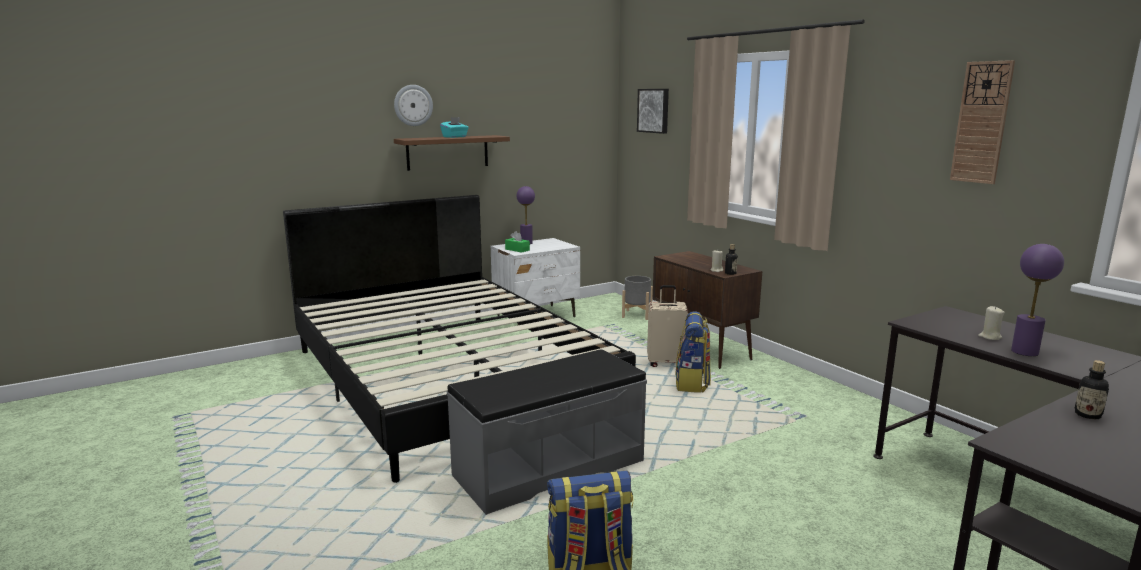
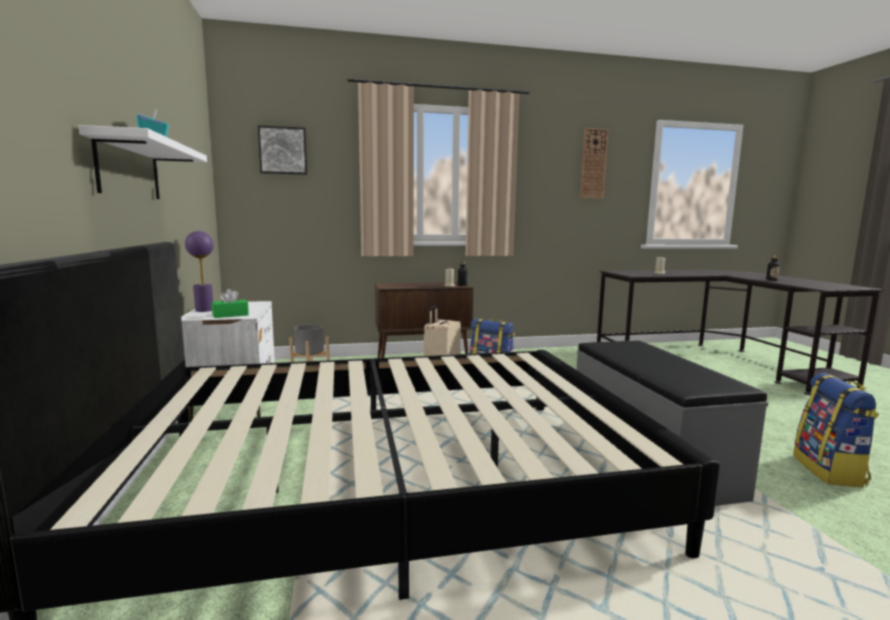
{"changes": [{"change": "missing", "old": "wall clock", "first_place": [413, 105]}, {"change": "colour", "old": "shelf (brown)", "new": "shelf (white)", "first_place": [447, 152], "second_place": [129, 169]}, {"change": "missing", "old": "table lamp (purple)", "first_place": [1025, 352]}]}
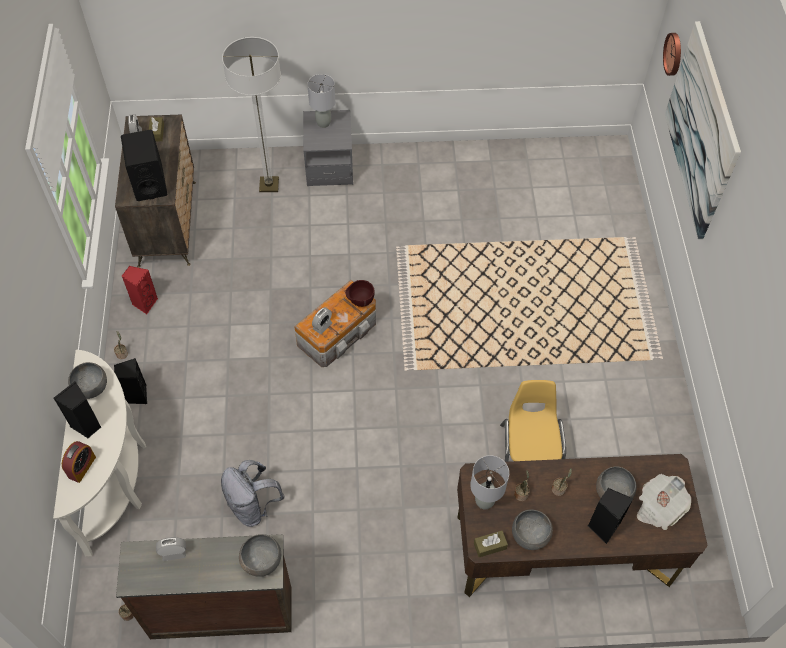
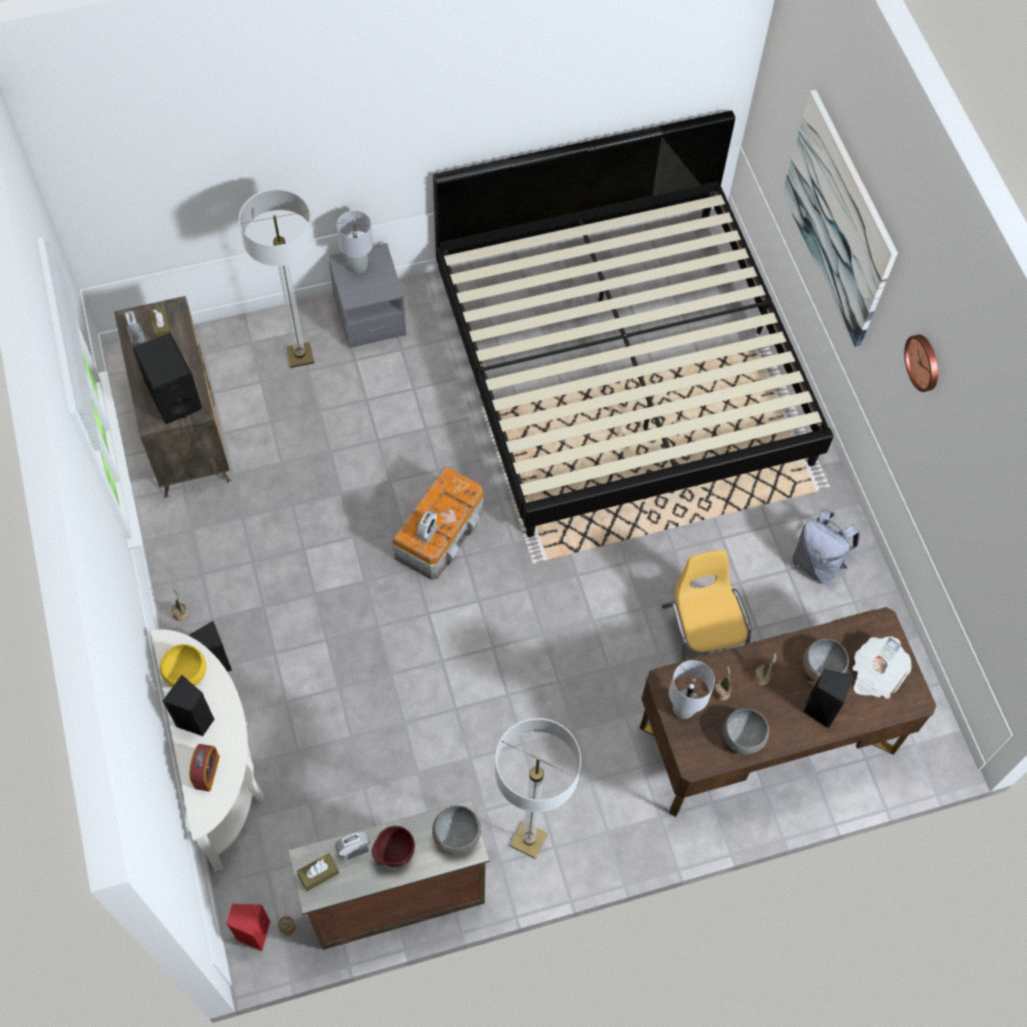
{"changes": [{"change": "colour", "old": "bowl (grey)", "new": "bowl (yellow)", "first_place": [91, 387], "second_place": [186, 673]}, {"change": "relocated", "old": "speaker (red)", "first_place": [144, 303], "second_place": [253, 933]}, {"change": "relocated", "old": "backpack (grey)", "first_place": [253, 506], "second_place": [817, 562]}, {"change": "relocated", "old": "bowl (brown)", "first_place": [360, 301], "second_place": [394, 853]}, {"change": "relocated", "old": "tissue box (brown)", "first_place": [490, 546], "second_place": [318, 874]}, {"change": "relocated", "old": "wall clock", "first_place": [674, 54], "second_place": [924, 362]}, {"change": "appeared", "new": "bed", "second_place": [622, 365]}, {"change": "appeared", "new": "floor lamp", "second_place": [528, 840]}]}
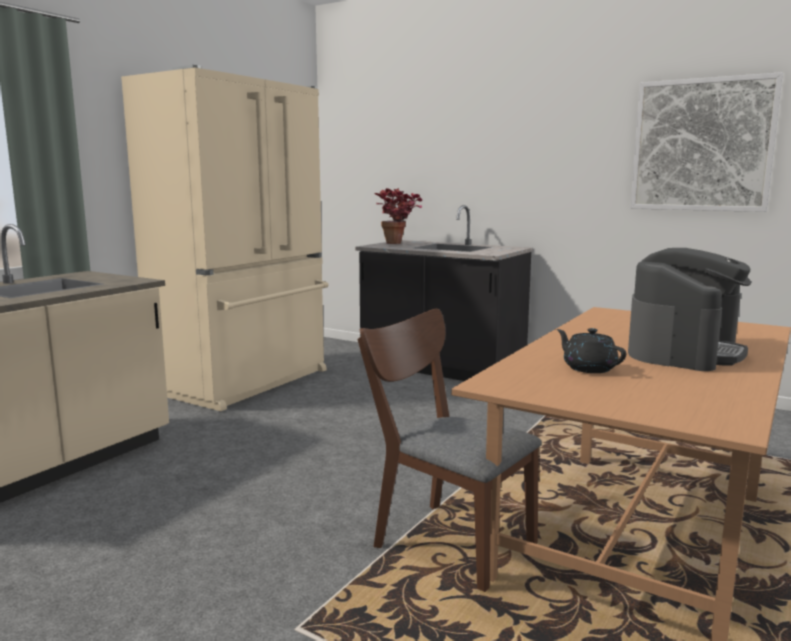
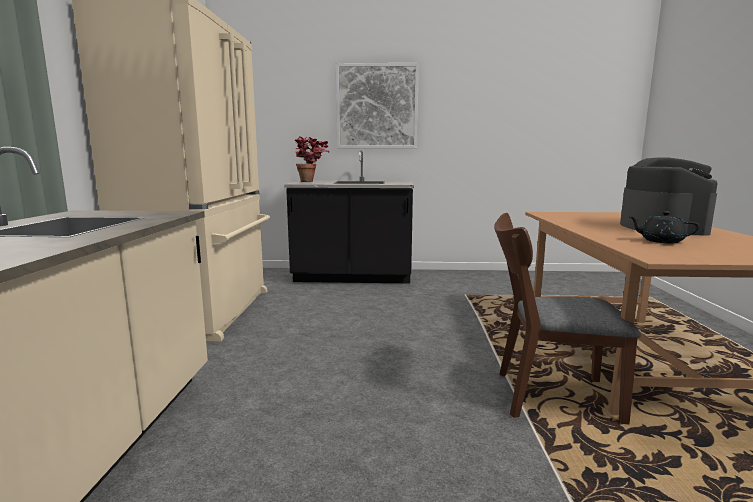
{"changes": [{"change": "relocated", "old": "picture", "first_place": [702, 145], "second_place": [377, 106]}]}
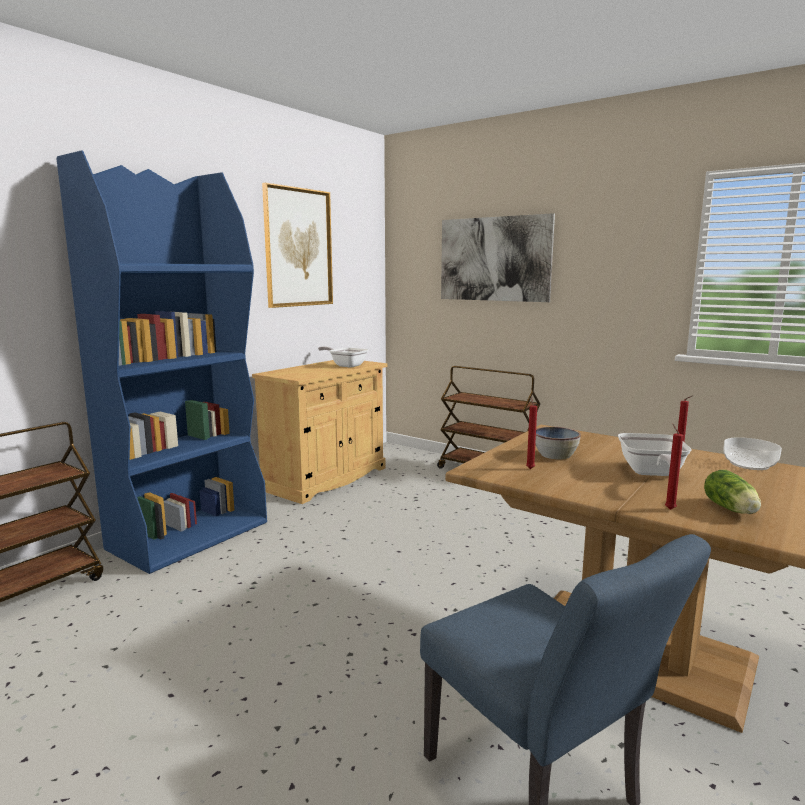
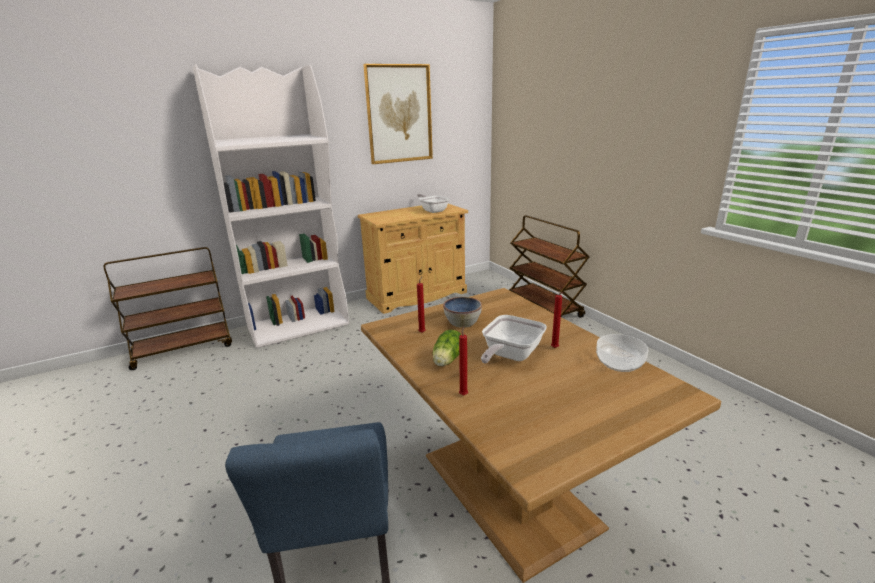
{"changes": [{"change": "colour", "old": "bookcase (blue)", "new": "bookcase (white)", "first_place": [190, 535], "second_place": [299, 325]}, {"change": "missing", "old": "picture", "first_place": [494, 259]}, {"change": "relocated", "old": "lettuce", "first_place": [732, 510], "second_place": [447, 360]}]}
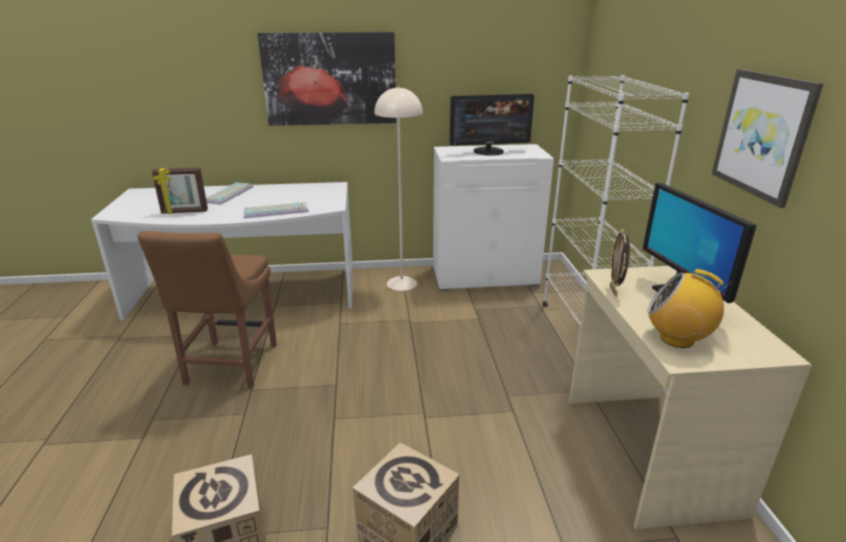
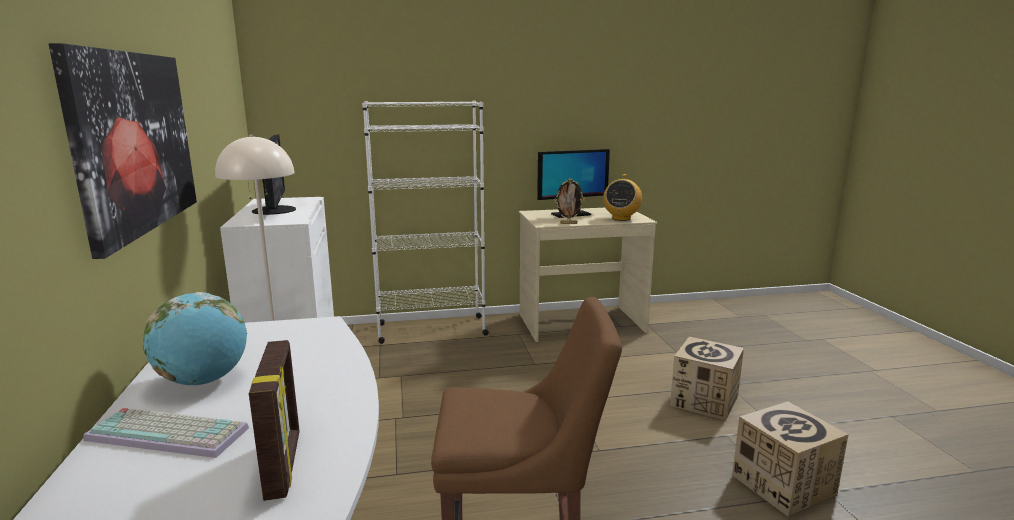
{"changes": [{"change": "missing", "old": "keyboard", "first_place": [276, 211]}, {"change": "missing", "old": "picture", "first_place": [763, 135]}, {"change": "appeared", "new": "globe", "second_place": [204, 381]}]}
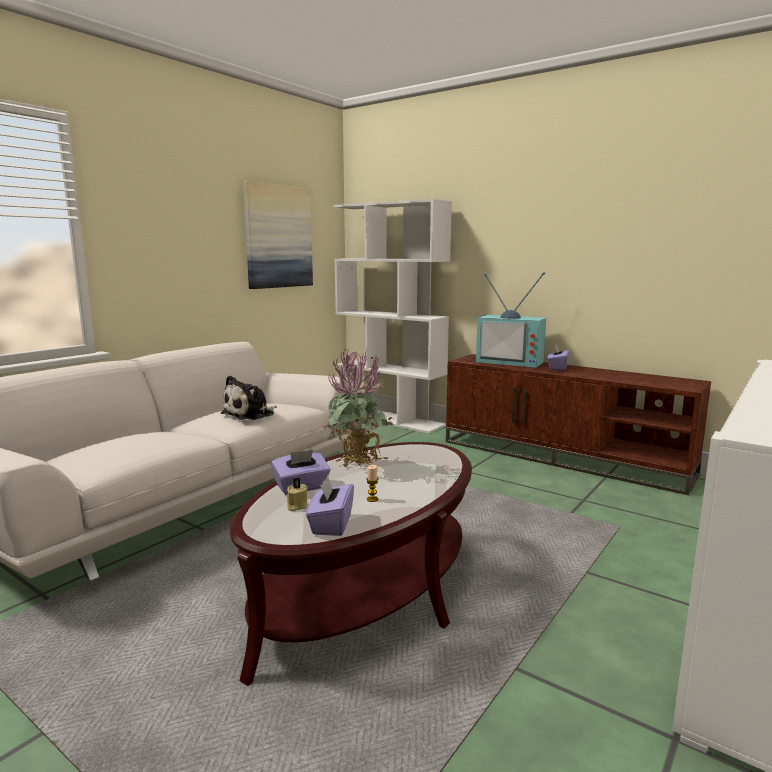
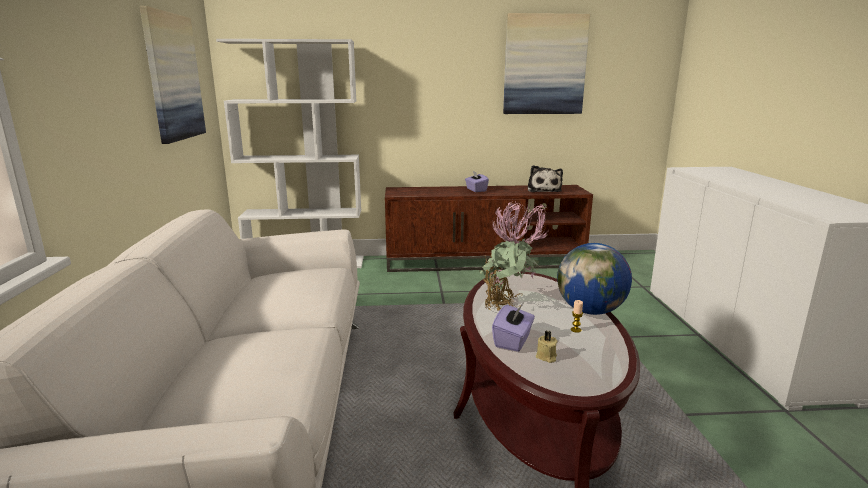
{"changes": [{"change": "relocated", "old": "plush toy", "first_place": [251, 414], "second_place": [543, 190]}, {"change": "missing", "old": "tissue box (purple)", "first_place": [331, 524]}, {"change": "missing", "old": "television", "first_place": [511, 362]}, {"change": "appeared", "new": "picture", "second_place": [544, 65]}, {"change": "appeared", "new": "globe", "second_place": [590, 311]}]}
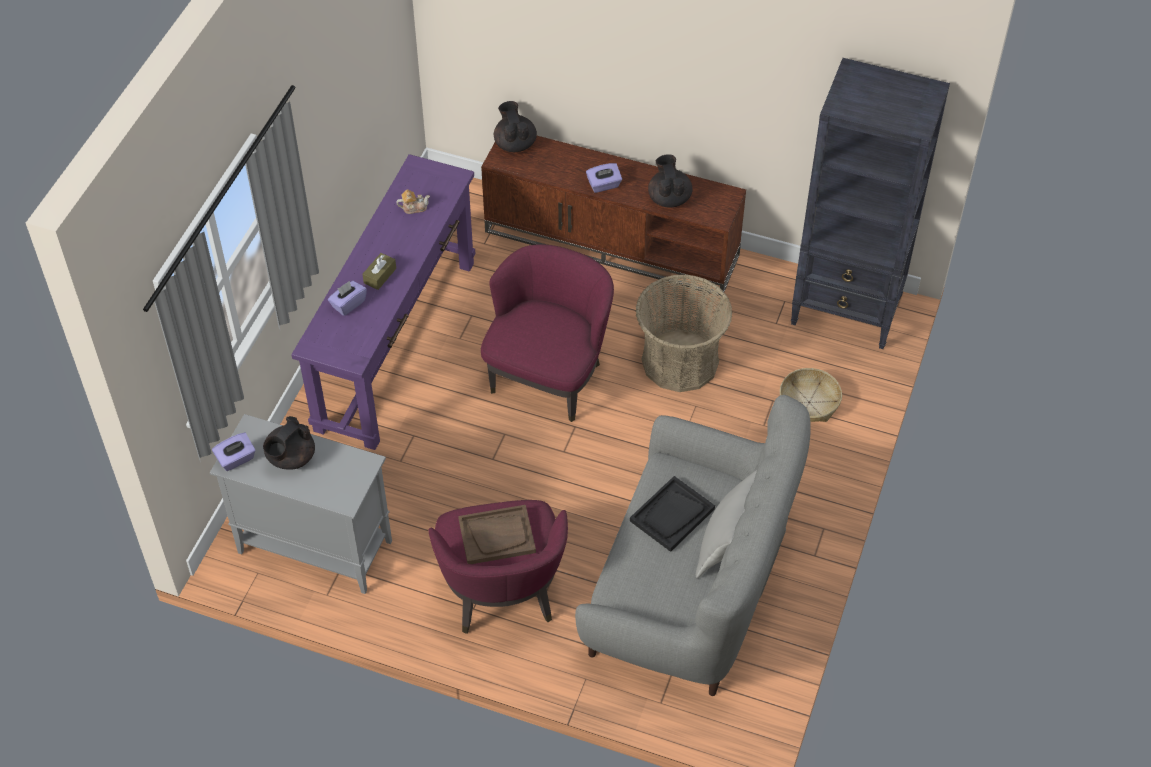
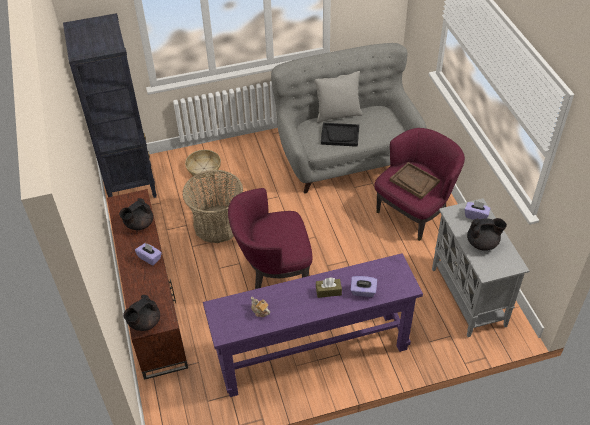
{"changes": [{"change": "relocated", "old": "tissue box (purple)", "first_place": [236, 459], "second_place": [476, 216]}]}
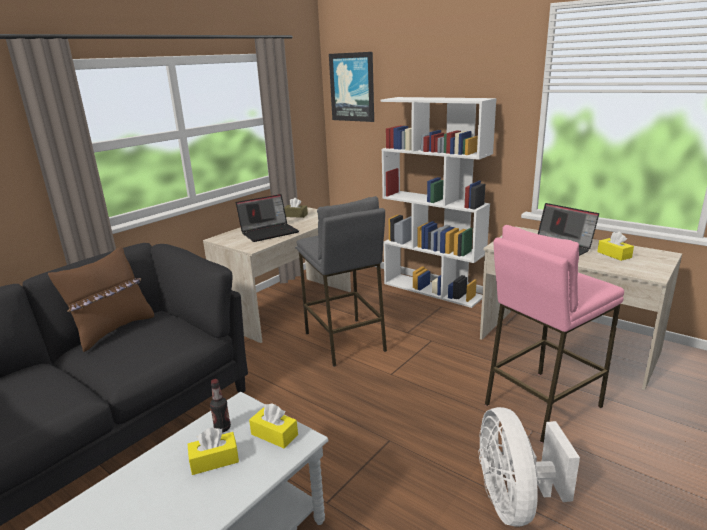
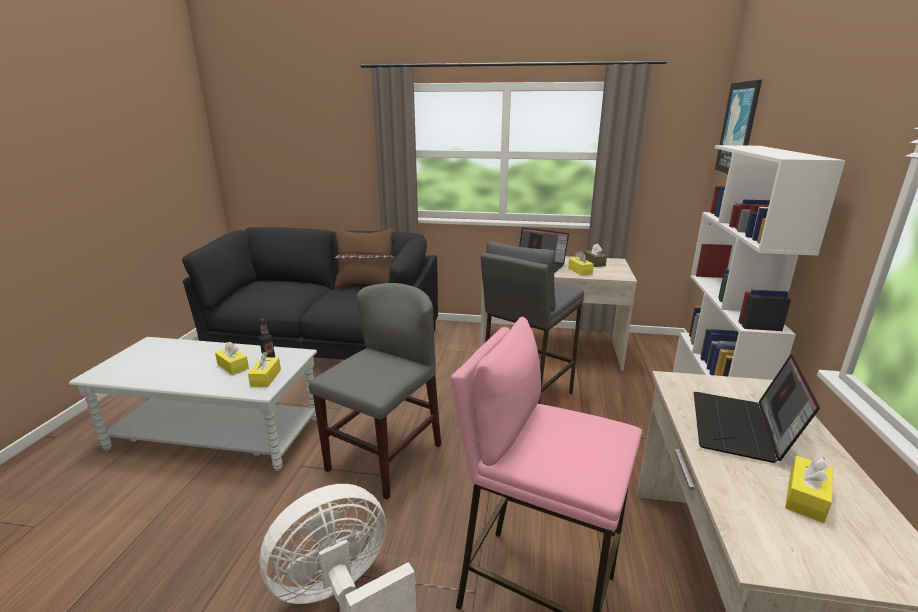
{"changes": [{"change": "appeared", "new": "chair (grey)", "second_place": [384, 457]}, {"change": "appeared", "new": "tissue box (yellow)", "second_place": [580, 271]}]}
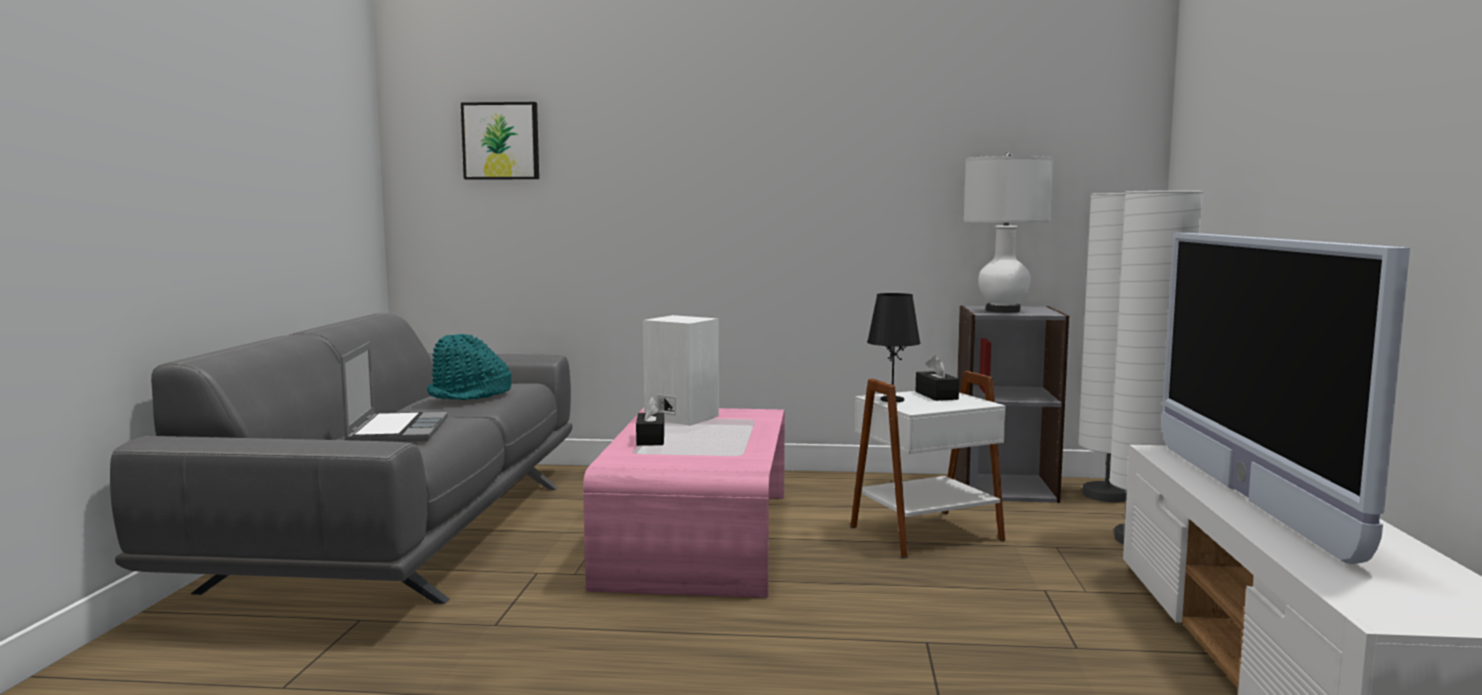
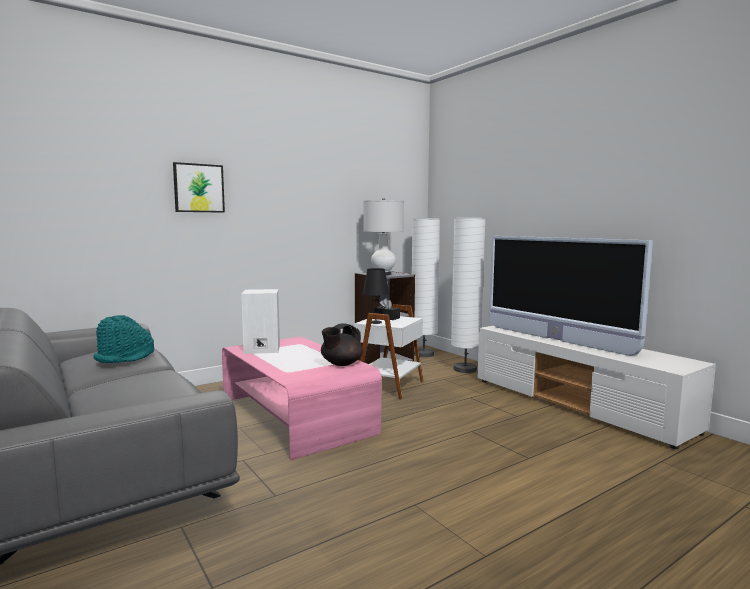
{"changes": [{"change": "missing", "old": "laptop", "first_place": [397, 430]}, {"change": "relocated", "old": "picture", "first_place": [501, 141], "second_place": [198, 188]}, {"change": "missing", "old": "tissue box (black)", "first_place": [650, 439]}, {"change": "appeared", "new": "teapot (black)", "second_place": [341, 364]}]}
